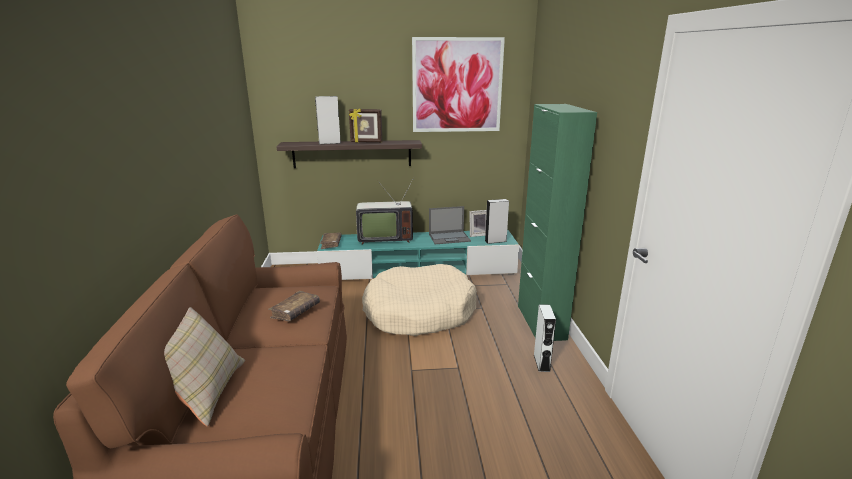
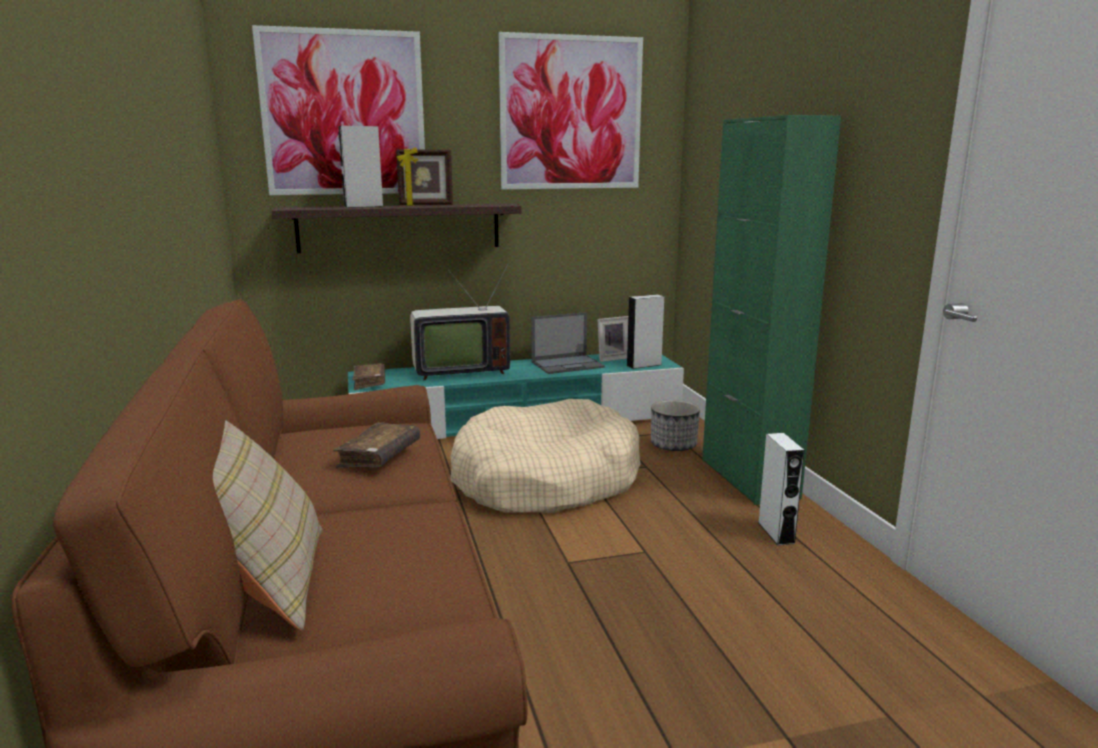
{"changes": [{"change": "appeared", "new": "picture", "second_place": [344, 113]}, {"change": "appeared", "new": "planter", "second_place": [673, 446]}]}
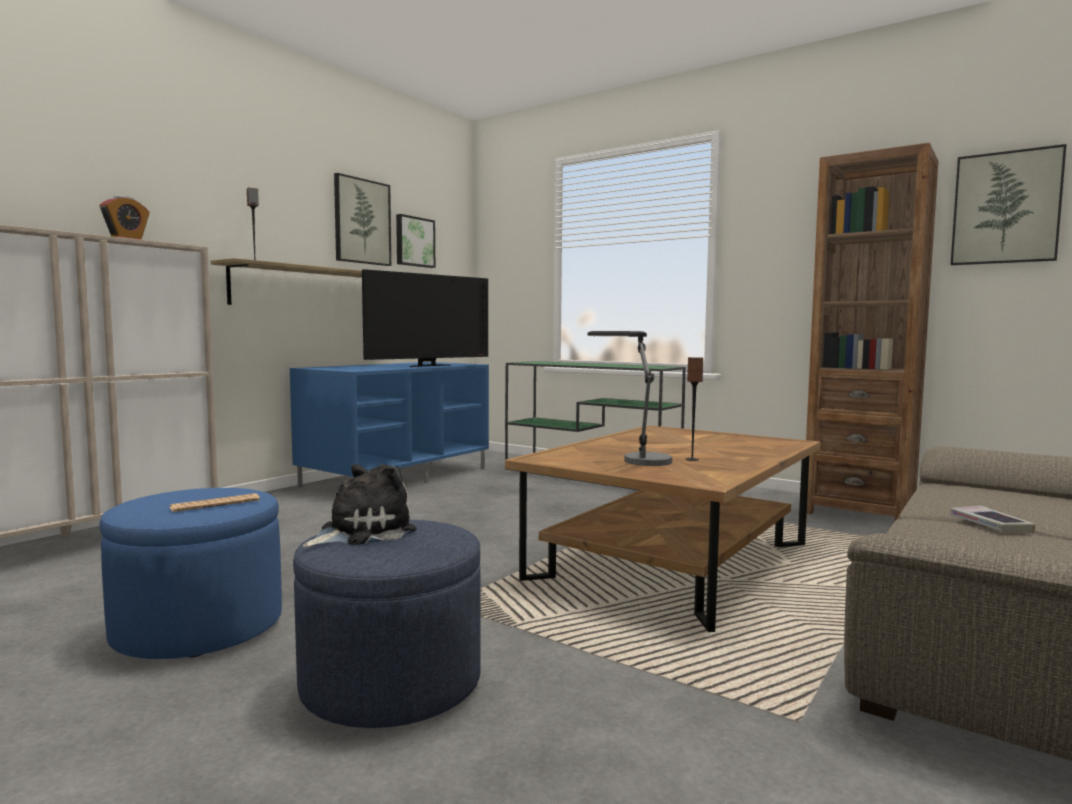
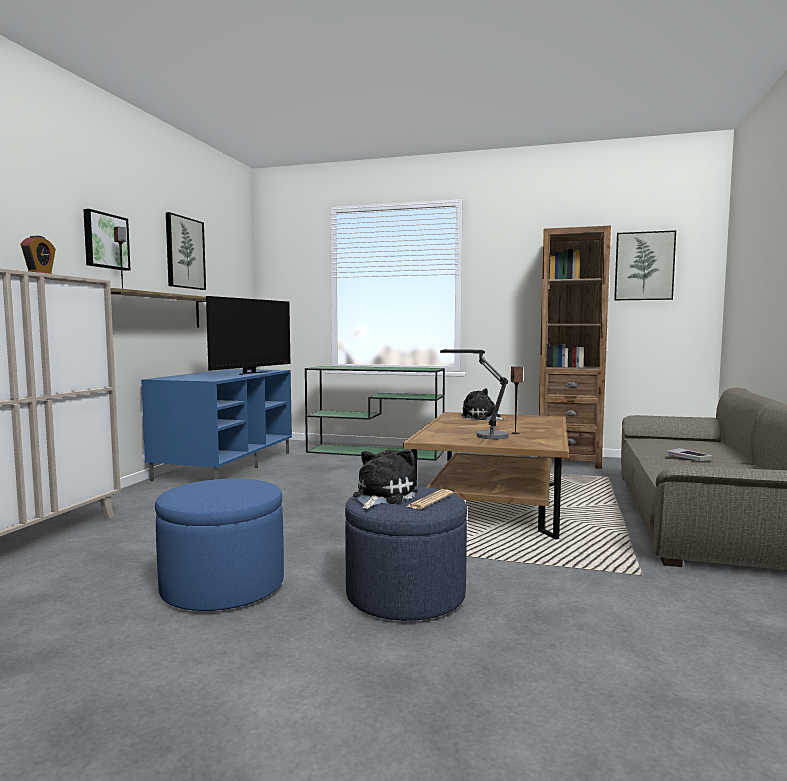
{"changes": [{"change": "relocated", "old": "newspaper", "first_place": [215, 504], "second_place": [430, 500]}, {"change": "relocated", "old": "picture", "first_place": [414, 242], "second_place": [105, 241]}, {"change": "appeared", "new": "plush toy", "second_place": [482, 417]}]}
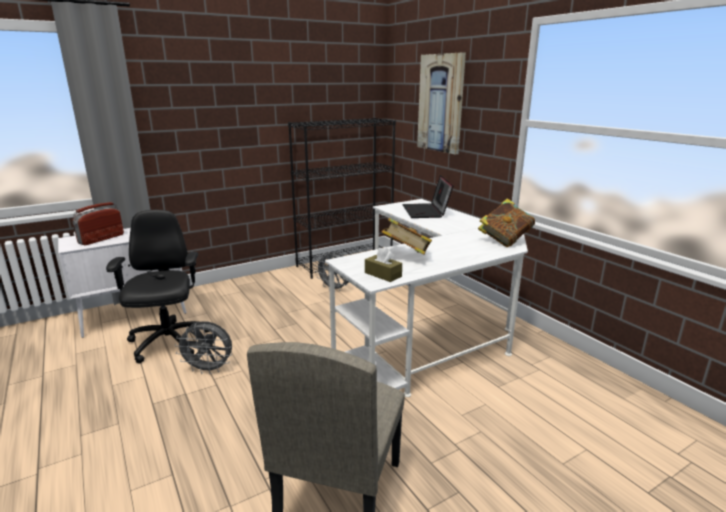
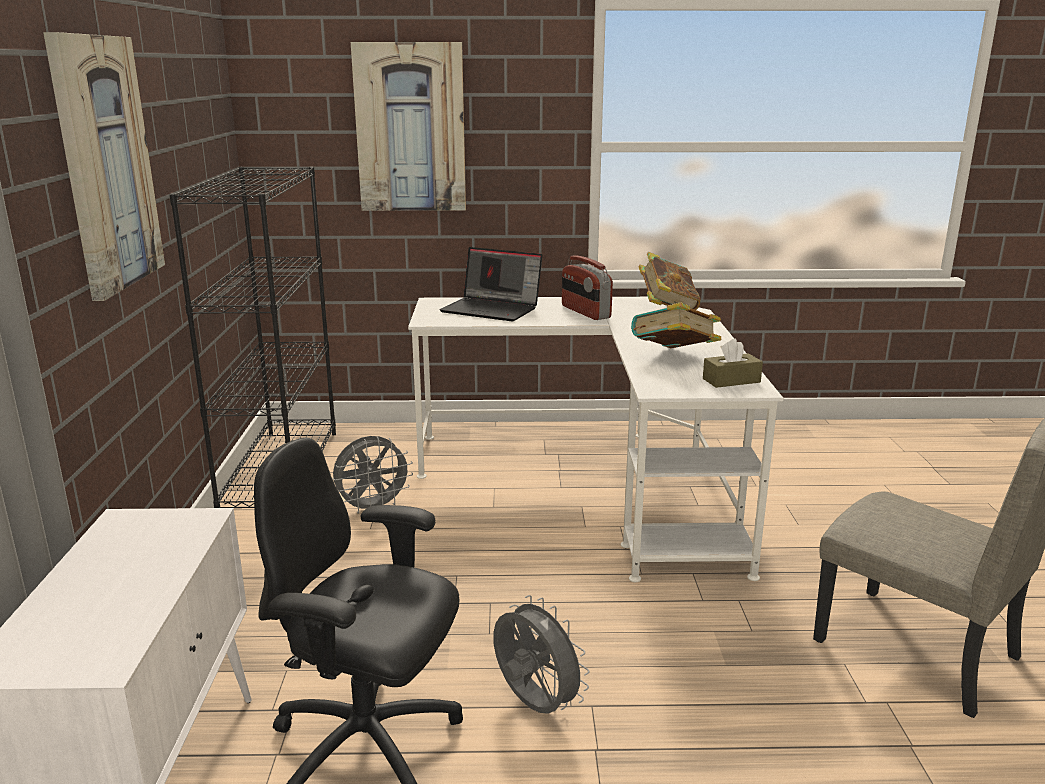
{"changes": [{"change": "relocated", "old": "radio", "first_place": [101, 239], "second_place": [585, 312]}, {"change": "spun", "old": "fan (grey)", "first_place": [209, 369], "second_place": [534, 705], "degrees": -75}, {"change": "appeared", "new": "picture", "second_place": [106, 164]}]}
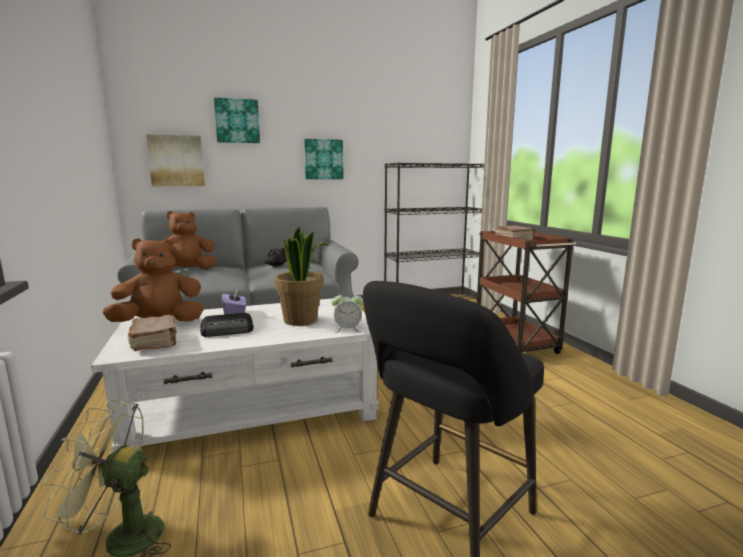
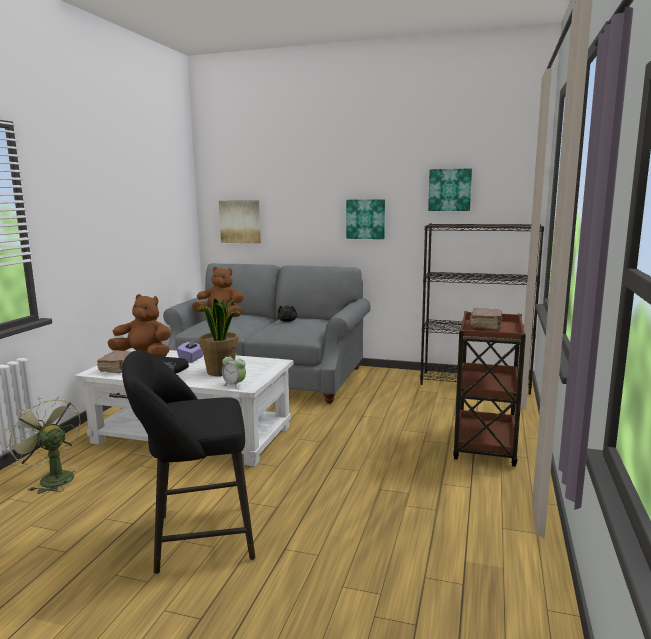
{"changes": [{"change": "relocated", "old": "picture", "first_place": [237, 121], "second_place": [449, 190]}]}
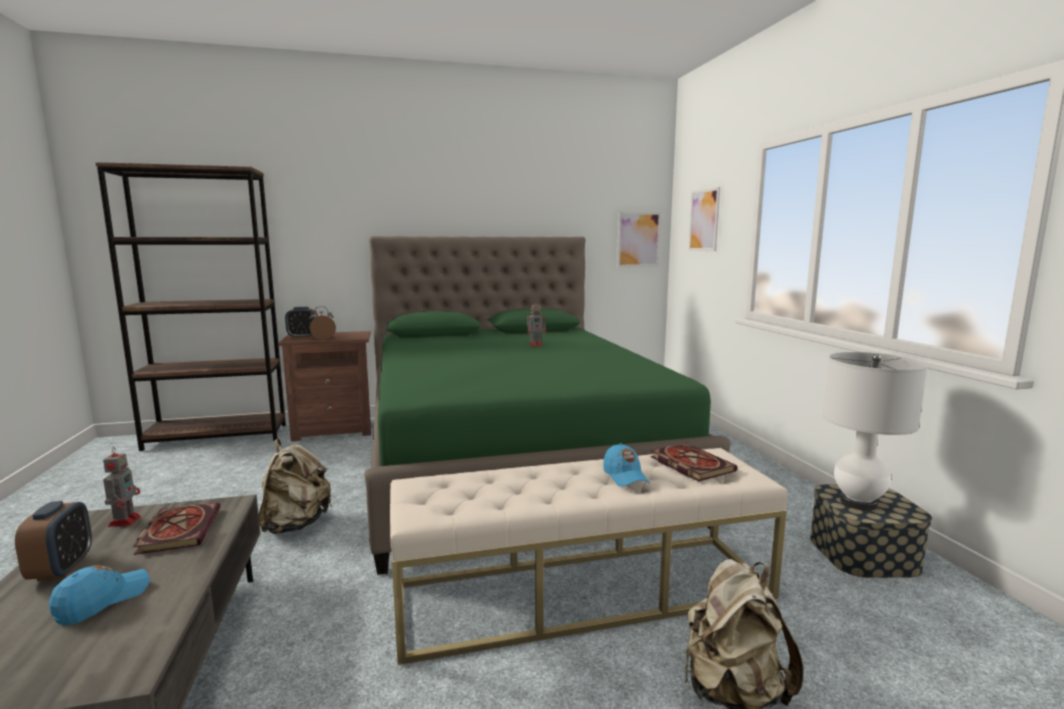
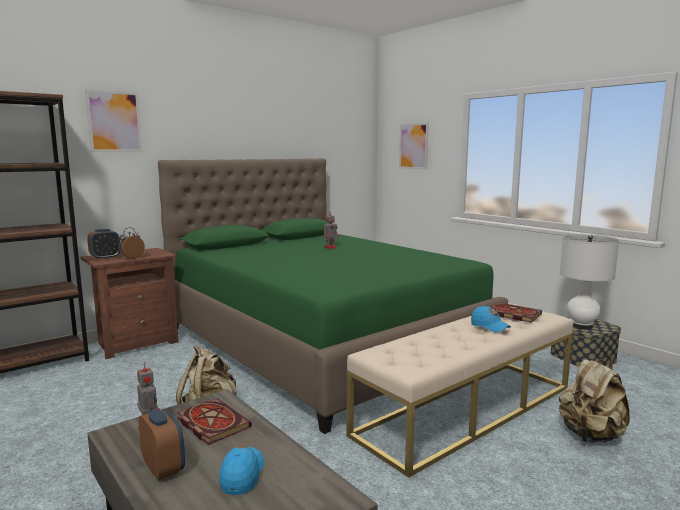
{"changes": [{"change": "relocated", "old": "picture", "first_place": [638, 239], "second_place": [114, 121]}]}
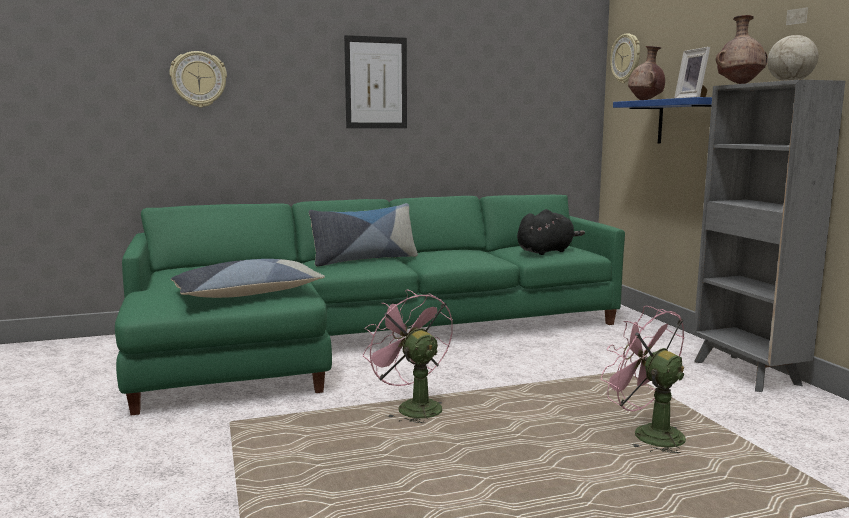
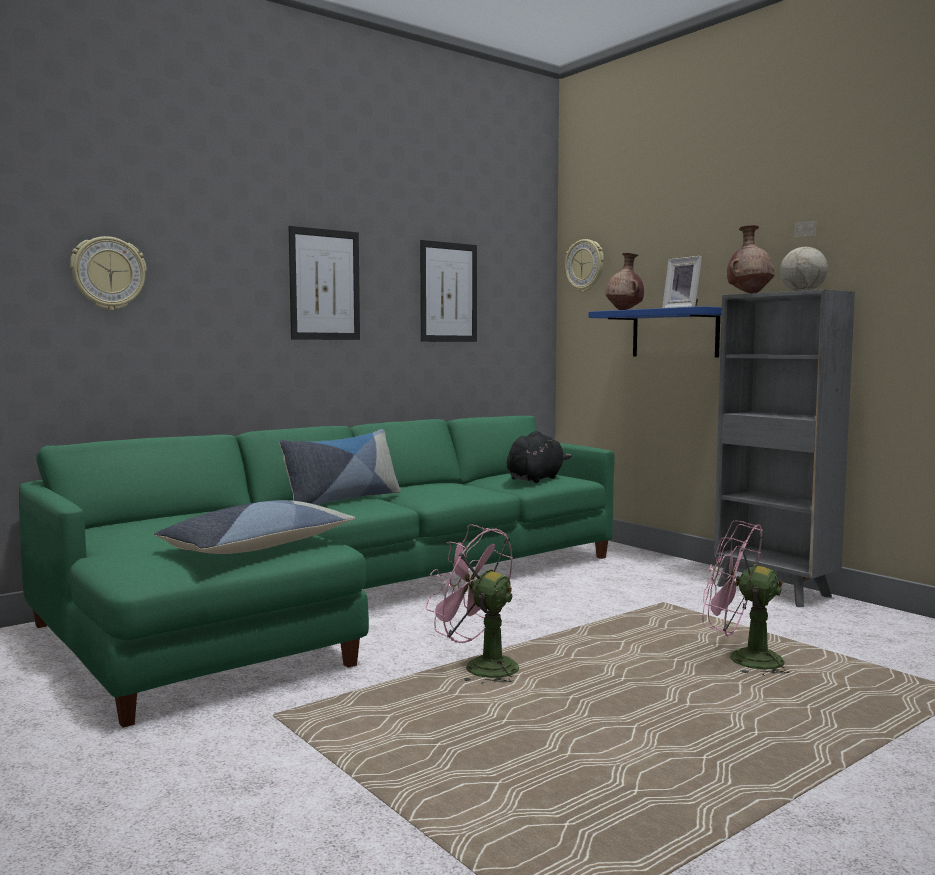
{"changes": [{"change": "appeared", "new": "picture", "second_place": [448, 292]}]}
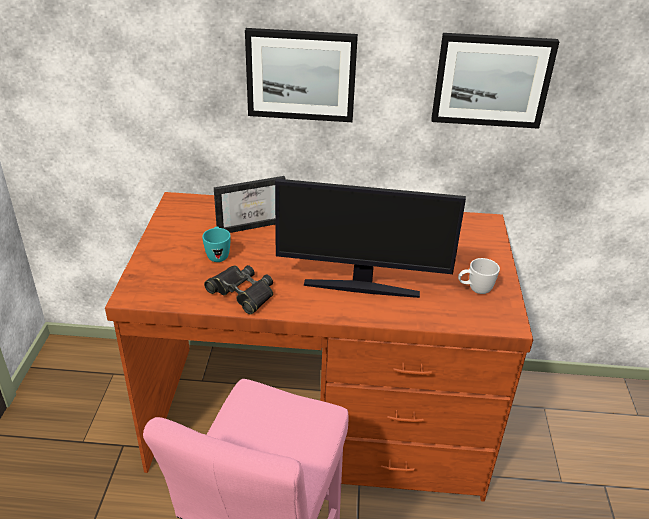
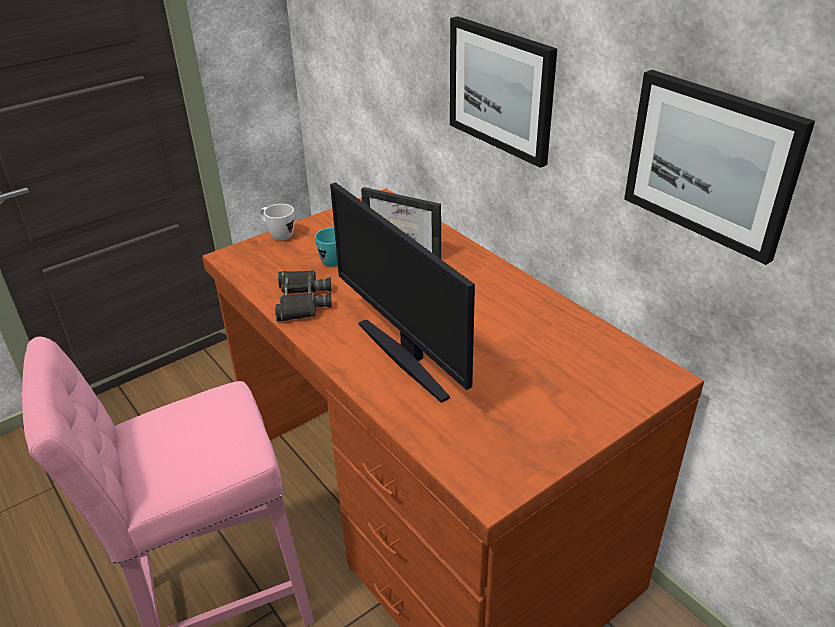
{"changes": [{"change": "relocated", "old": "mug (white)", "first_place": [474, 290], "second_place": [278, 235]}]}
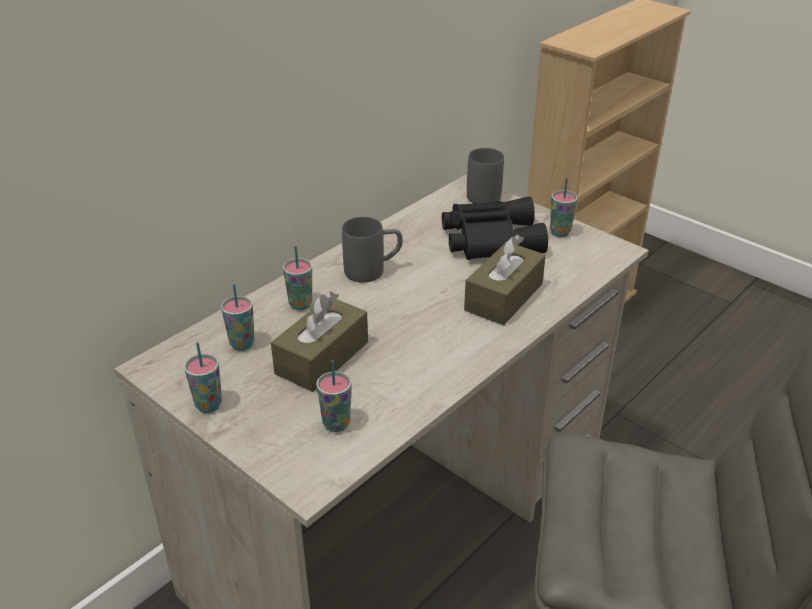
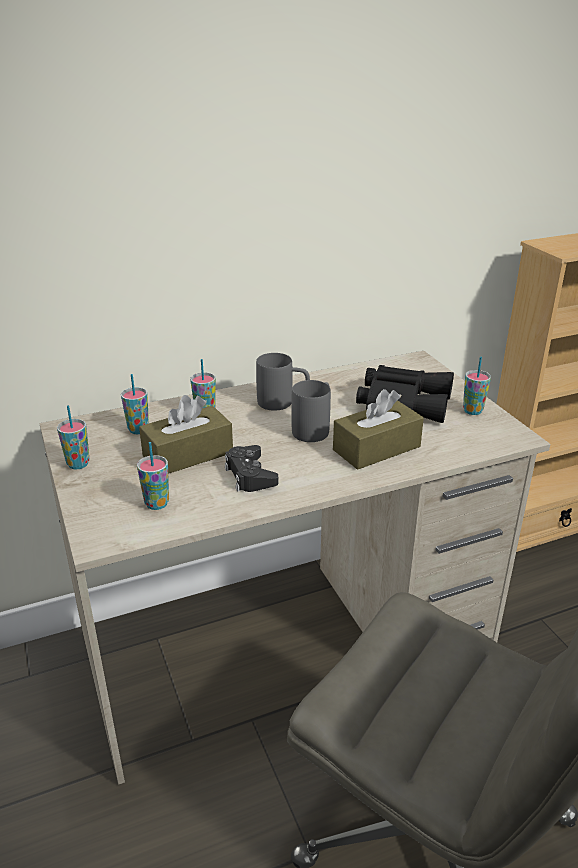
{"changes": [{"change": "relocated", "old": "mug (grey)", "first_place": [483, 193], "second_place": [314, 428]}, {"change": "appeared", "new": "game controller (black)", "second_place": [250, 475]}]}
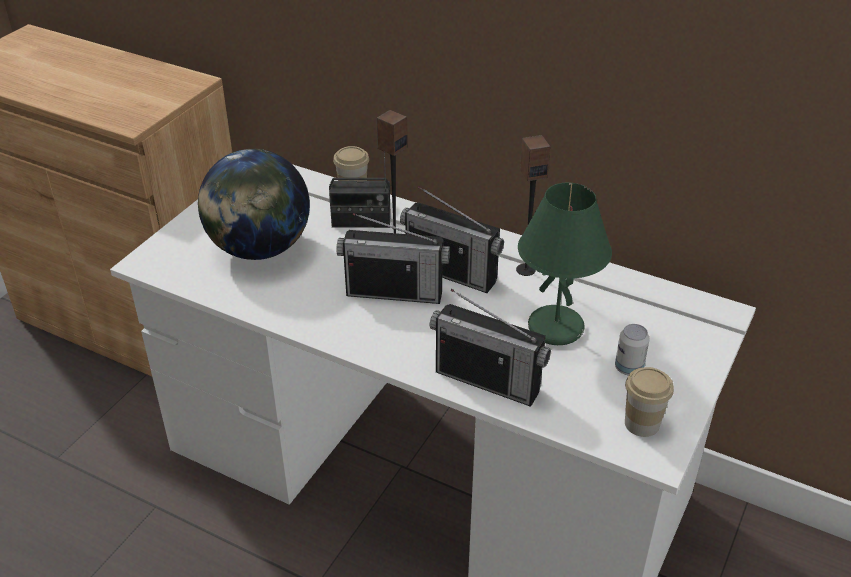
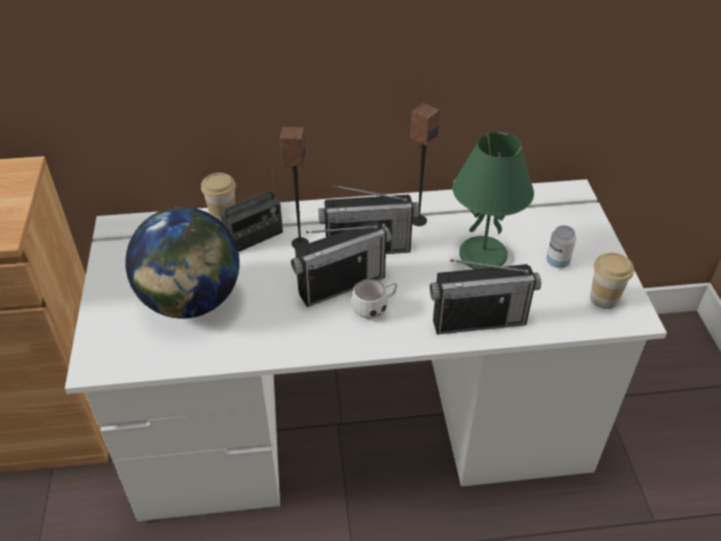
{"changes": [{"change": "appeared", "new": "mug (white)", "second_place": [375, 308]}]}
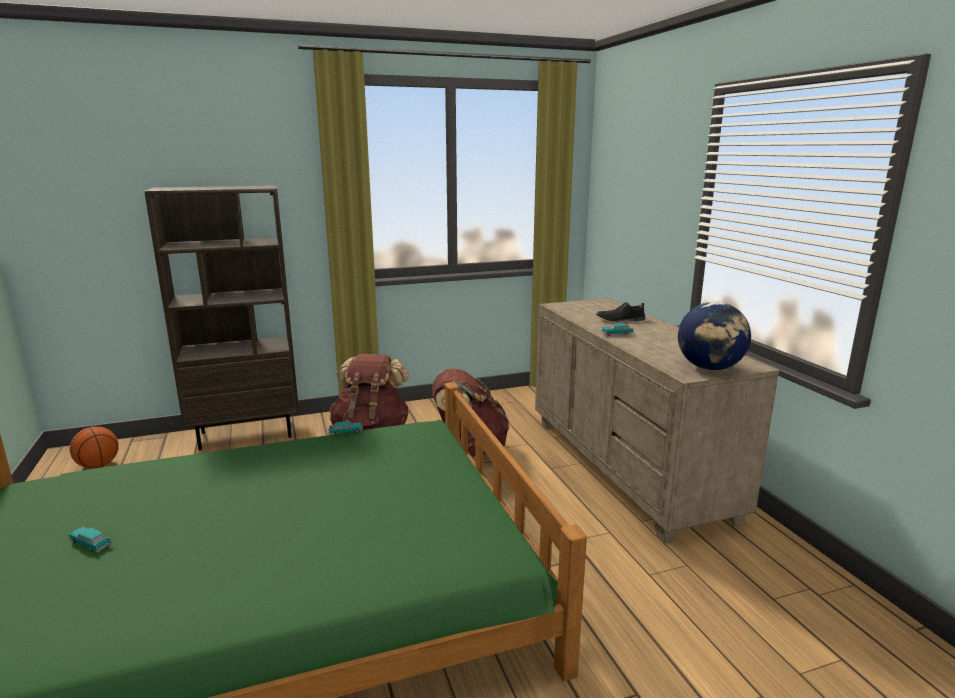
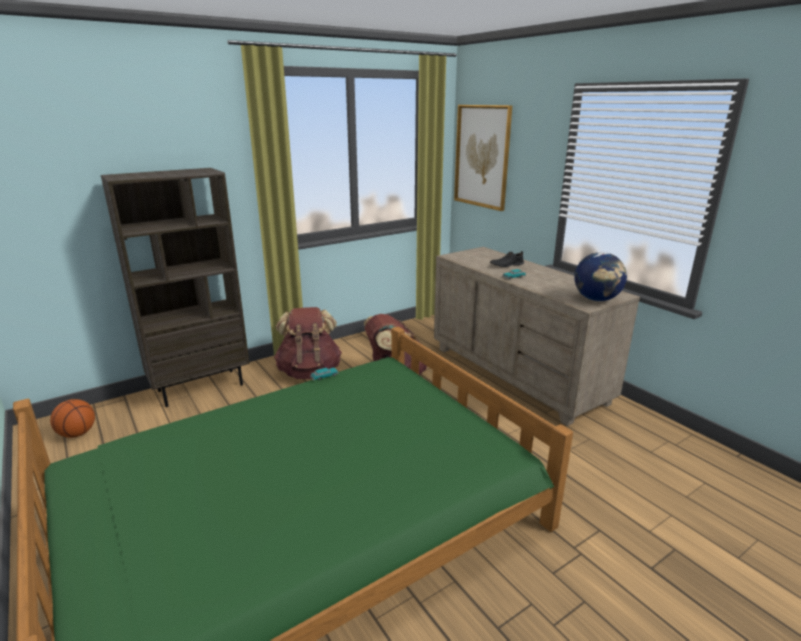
{"changes": [{"change": "missing", "old": "toy car", "first_place": [91, 543]}, {"change": "appeared", "new": "picture", "second_place": [482, 156]}]}
